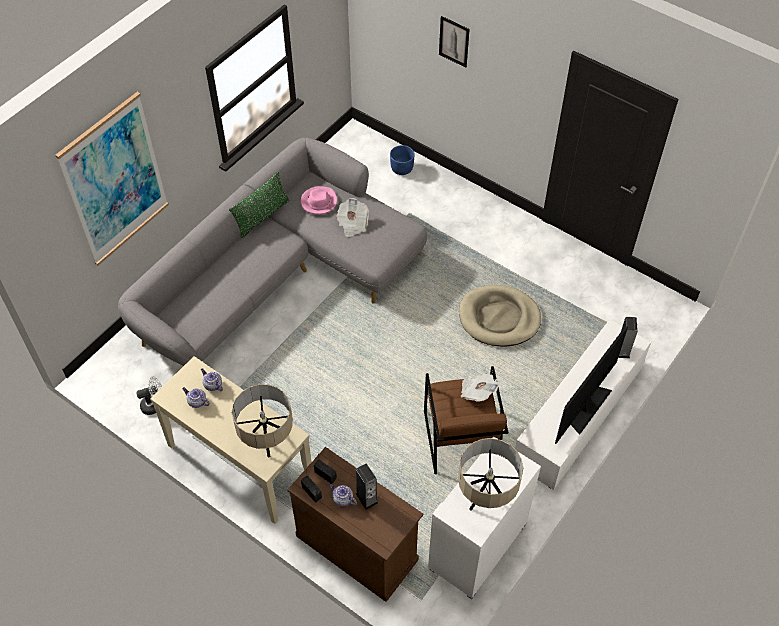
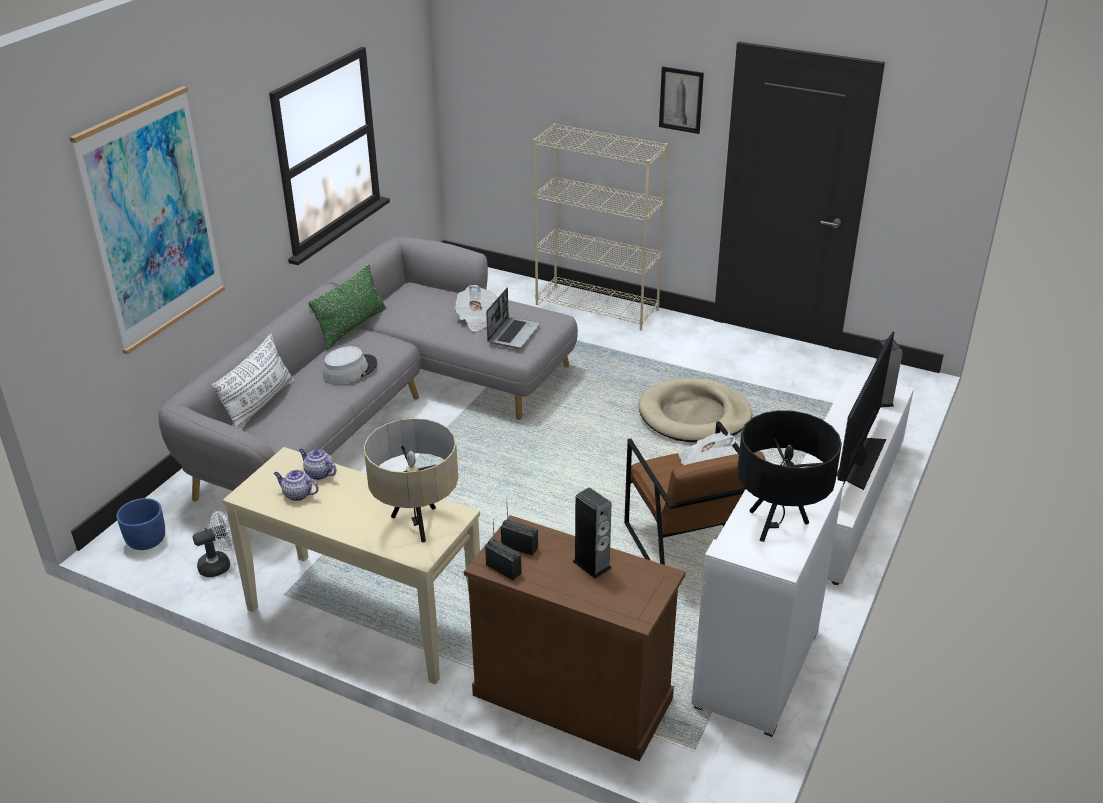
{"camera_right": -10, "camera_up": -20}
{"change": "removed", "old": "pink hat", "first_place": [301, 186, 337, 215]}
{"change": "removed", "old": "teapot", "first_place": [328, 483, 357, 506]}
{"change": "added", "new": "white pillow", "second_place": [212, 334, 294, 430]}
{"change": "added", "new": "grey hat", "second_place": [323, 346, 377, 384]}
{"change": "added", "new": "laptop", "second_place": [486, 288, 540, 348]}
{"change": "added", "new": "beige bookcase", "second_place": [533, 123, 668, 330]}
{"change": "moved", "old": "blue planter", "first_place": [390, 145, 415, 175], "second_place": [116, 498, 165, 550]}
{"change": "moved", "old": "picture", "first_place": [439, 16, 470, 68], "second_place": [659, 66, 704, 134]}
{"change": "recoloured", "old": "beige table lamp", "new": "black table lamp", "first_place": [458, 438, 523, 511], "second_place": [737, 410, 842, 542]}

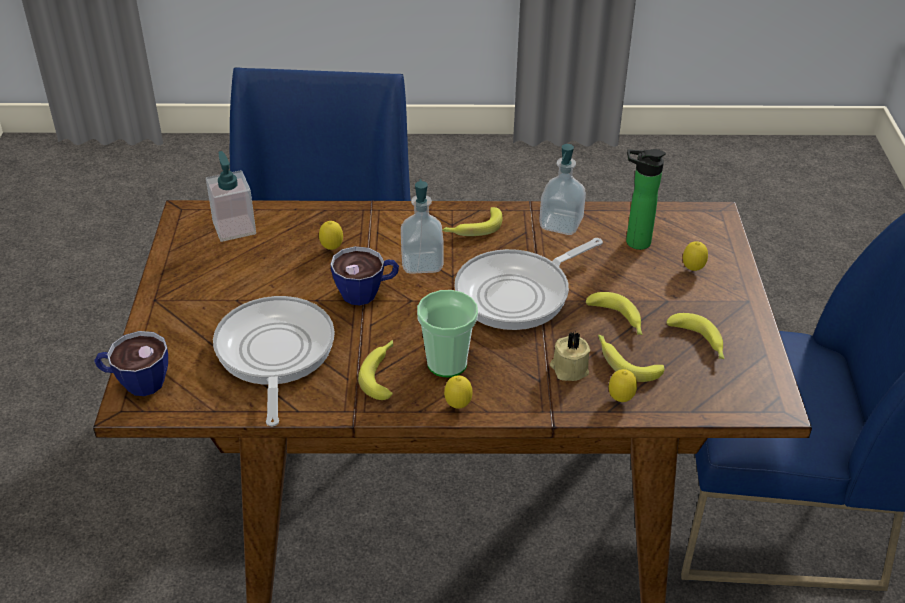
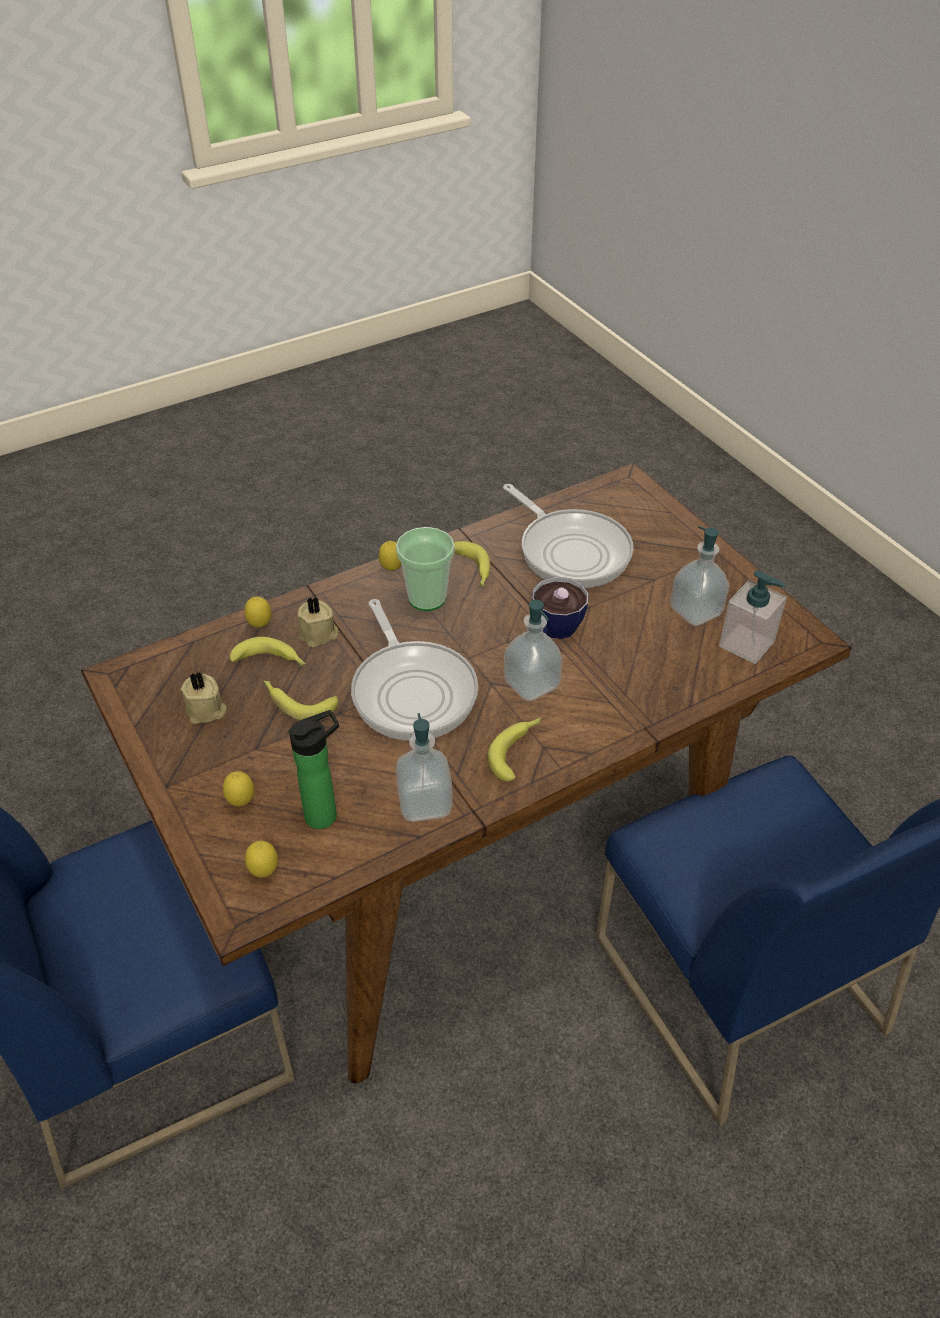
{"camera_right": 150, "camera_up": 5}
{"change": "removed", "old": "cup", "first_place": [94, 331, 168, 396]}
{"change": "added", "new": "soap dispenser", "second_place": [670, 526, 729, 626]}
{"change": "moved", "old": "lemon", "first_place": [319, 221, 343, 250], "second_place": [245, 841, 278, 878]}
{"change": "replaced", "old": "banana", "new": "beige candle", "first_place": [667, 313, 725, 359], "second_place": [181, 671, 227, 724]}
{"change": "turned", "old": "frying pan", "first_place": [454, 238, 603, 330], "second_place": [351, 599, 478, 741], "degrees": 135}

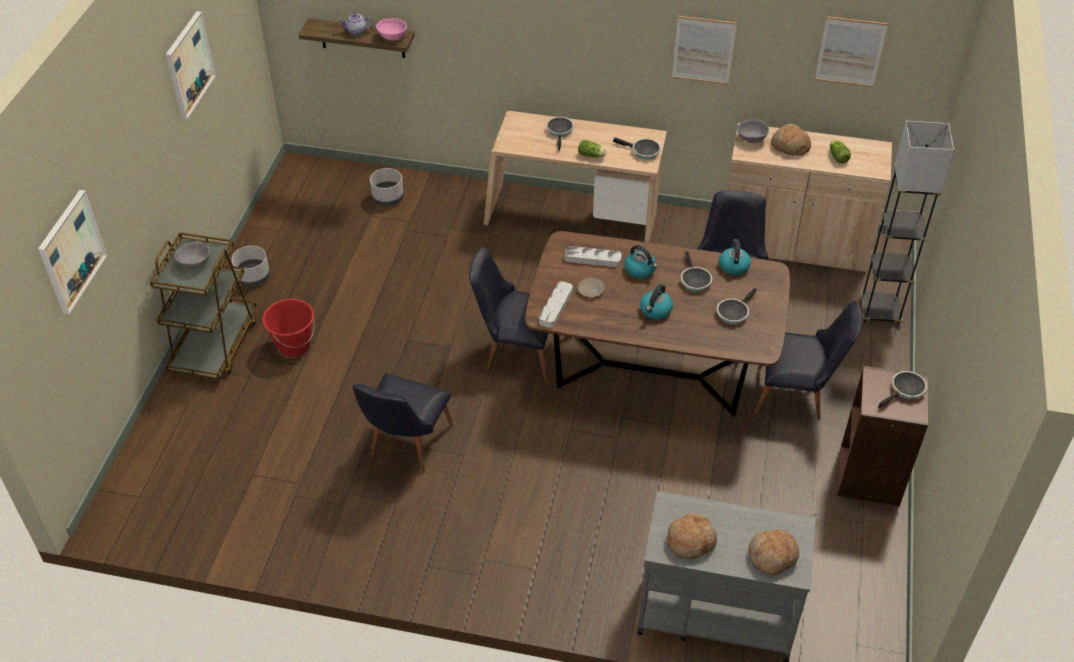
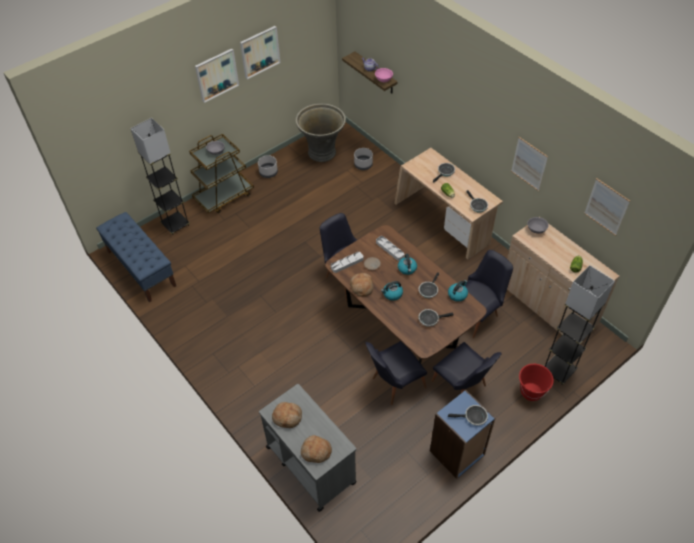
{"camera_right": 40, "camera_up": 5}
{"change": "added", "new": "blue bench", "second_place": [96, 212, 176, 302]}
{"change": "added", "new": "grey floor lamp", "second_place": [131, 118, 190, 235]}
{"change": "added", "new": "grey planter", "second_place": [296, 103, 346, 162]}
{"change": "moved", "old": "picture", "first_place": [38, 190, 107, 314], "second_place": [195, 49, 239, 103]}
{"change": "moved", "old": "red bucket", "first_place": [262, 299, 314, 357], "second_place": [519, 364, 554, 401]}
{"change": "moved", "old": "black chair", "first_place": [352, 373, 454, 473], "second_place": [366, 341, 427, 405]}
{"change": "moved", "old": "bread", "first_place": [771, 124, 811, 156], "second_place": [350, 273, 374, 297]}
{"change": "recoloured", "old": "brown bookcase", "new": "blue bookcase", "first_place": [838, 366, 928, 506], "second_place": [430, 390, 496, 479]}

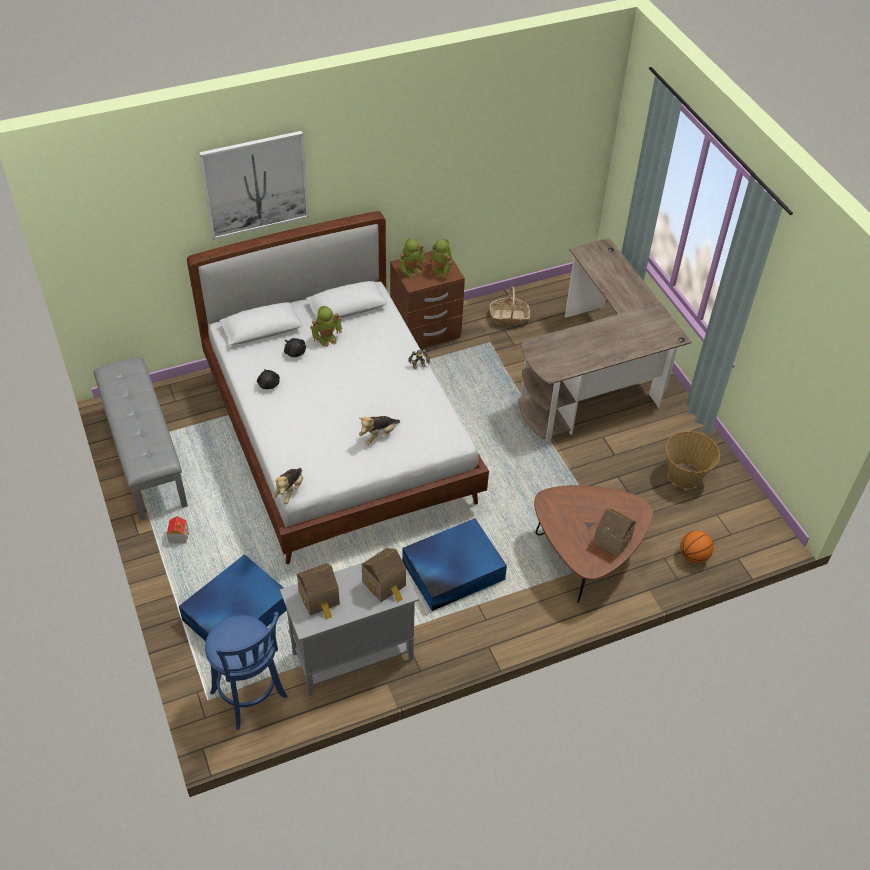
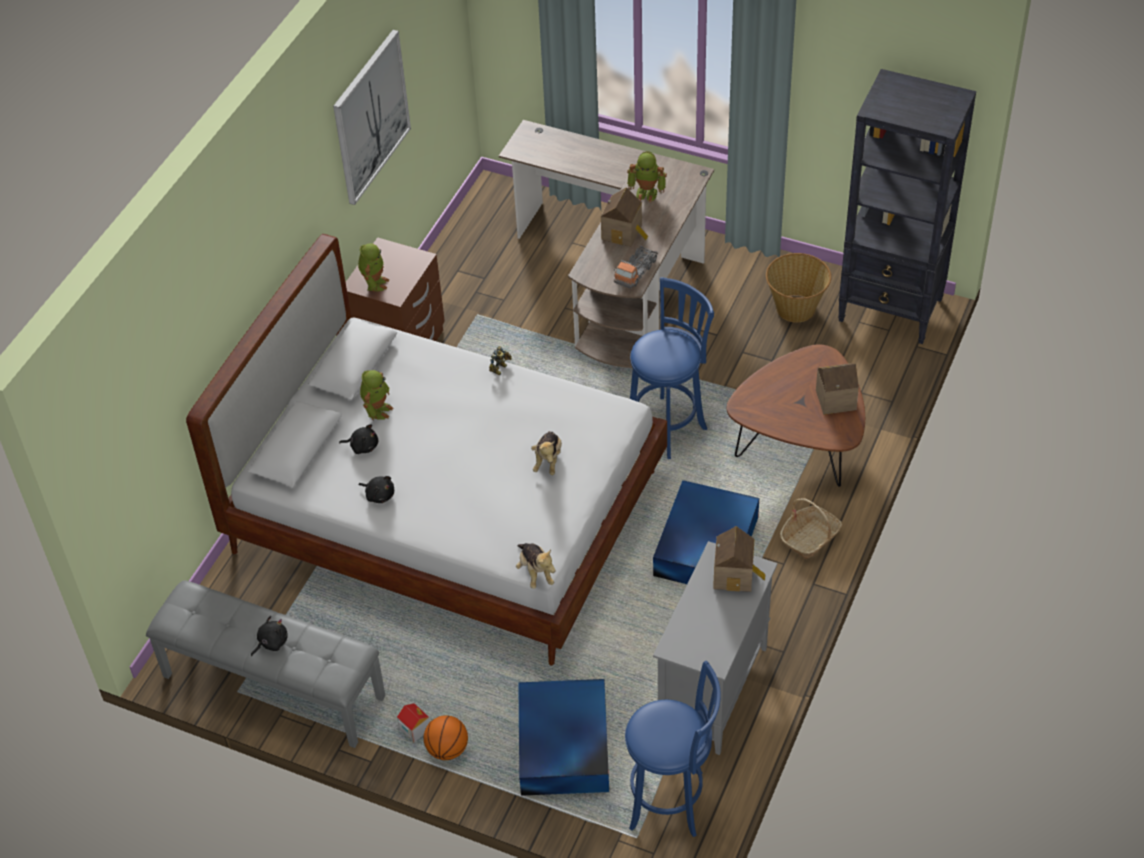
{"camera_right": -40, "camera_up": 0}
{"change": "added", "new": "black plush toy", "second_place": [251, 616, 287, 656]}
{"change": "added", "new": "toy truck", "second_place": [614, 246, 658, 289]}
{"change": "added", "new": "blue stool", "second_place": [630, 277, 714, 459]}
{"change": "added", "new": "black bookcase", "second_place": [838, 69, 976, 344]}
{"change": "moved", "old": "picture", "first_place": [199, 131, 309, 240], "second_place": [333, 30, 411, 205]}
{"change": "moved", "old": "toy house", "first_place": [297, 563, 340, 620], "second_place": [601, 187, 648, 247]}
{"change": "moved", "old": "toy robot", "first_place": [430, 239, 452, 278], "second_place": [627, 151, 667, 202]}
{"change": "moved", "old": "basket", "first_place": [490, 287, 530, 325], "second_place": [780, 498, 842, 559]}
{"change": "moved", "old": "basketball", "first_place": [680, 530, 714, 563], "second_place": [424, 715, 468, 760]}

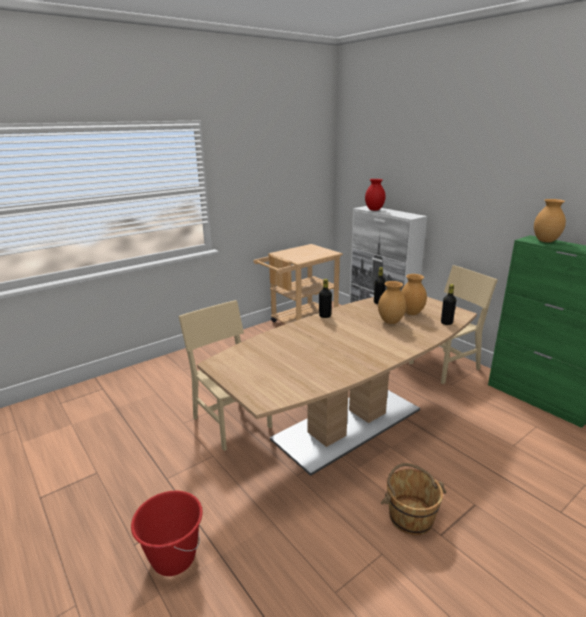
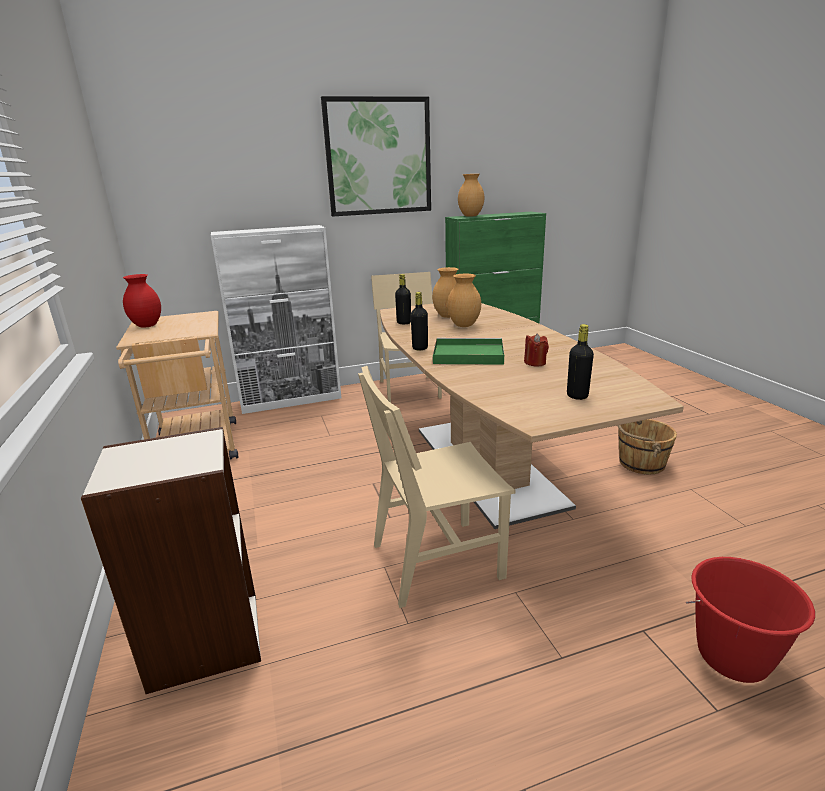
{"camera_right": -70, "camera_up": 0}
{"change": "added", "new": "bookcase", "second_place": [81, 427, 261, 694]}
{"change": "added", "new": "picture", "second_place": [321, 96, 431, 216]}
{"change": "added", "new": "green tray", "second_place": [433, 338, 504, 365]}
{"change": "added", "new": "red candle", "second_place": [524, 333, 549, 366]}
{"change": "moved", "old": "red vase", "first_place": [365, 179, 386, 211], "second_place": [123, 274, 161, 328]}
{"change": "moved", "old": "black bottle", "first_place": [441, 284, 456, 325], "second_place": [567, 324, 594, 400]}

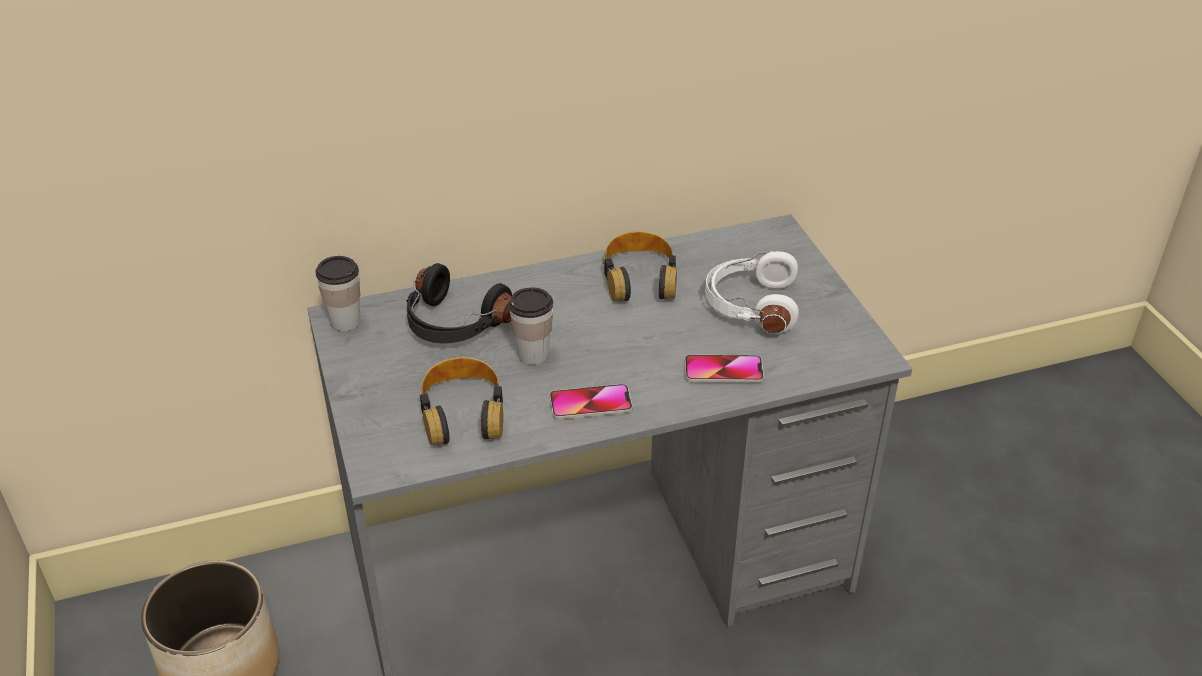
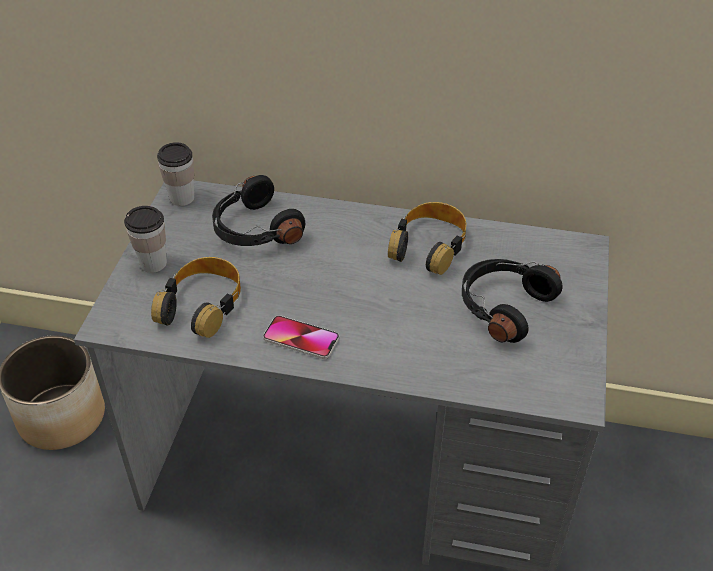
{"camera_right": 30, "camera_up": 5}
{"change": "removed", "old": "phone", "first_place": [685, 355, 764, 383]}
{"change": "moved", "old": "cup", "first_place": [509, 287, 553, 365], "second_place": [124, 206, 167, 273]}
{"change": "recoloured", "old": "white headphones", "new": "black headphones", "first_place": [705, 251, 799, 334], "second_place": [462, 259, 563, 343]}

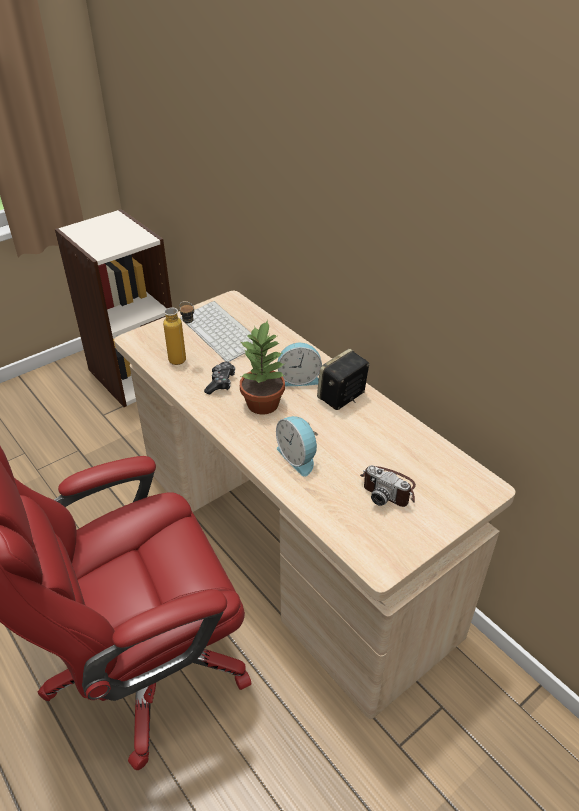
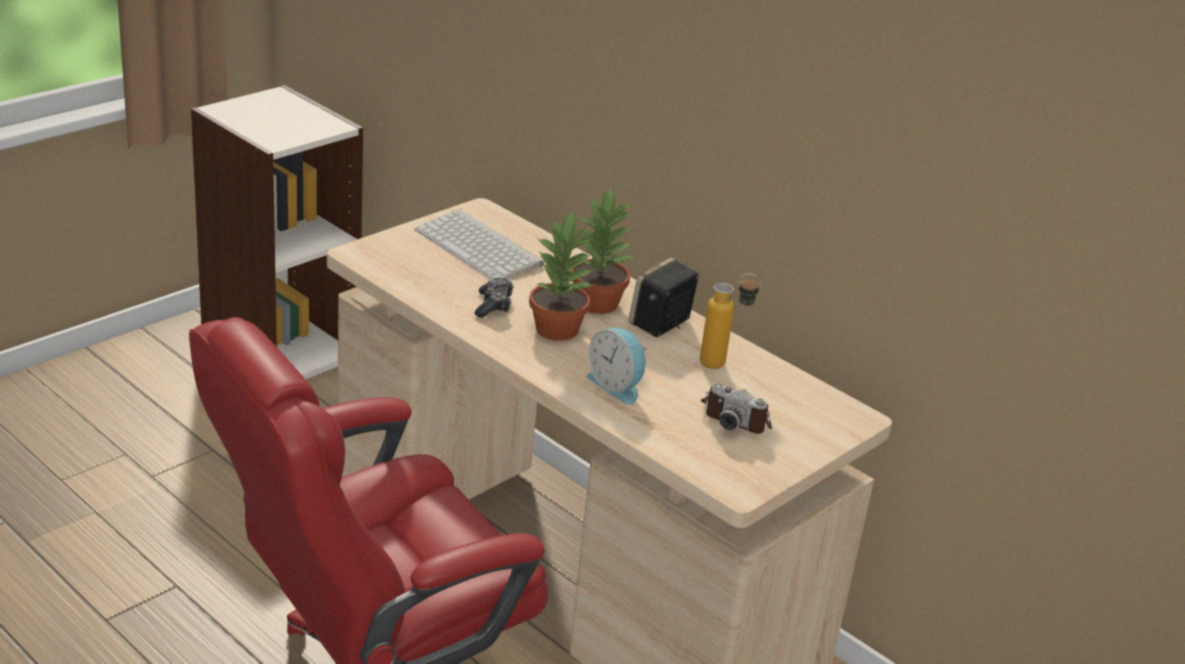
{"camera_right": -10, "camera_up": -10}
{"change": "moved", "old": "bottle", "first_place": [163, 301, 195, 365], "second_place": [700, 273, 761, 369]}
{"change": "replaced", "old": "alarm clock", "new": "potted plant", "first_place": [278, 343, 322, 386], "second_place": [572, 187, 633, 314]}

